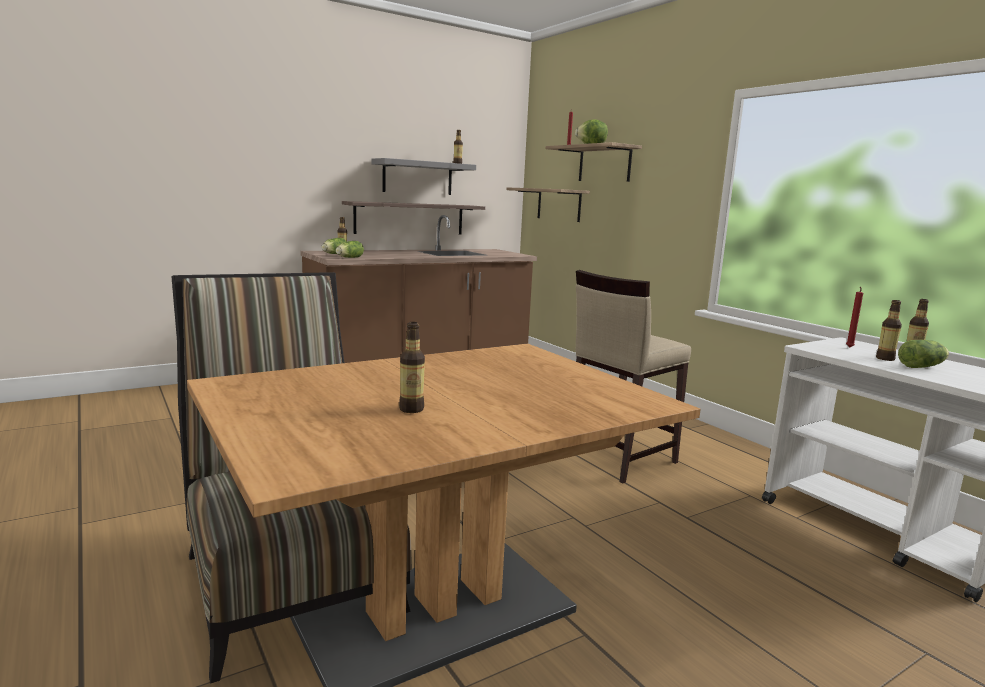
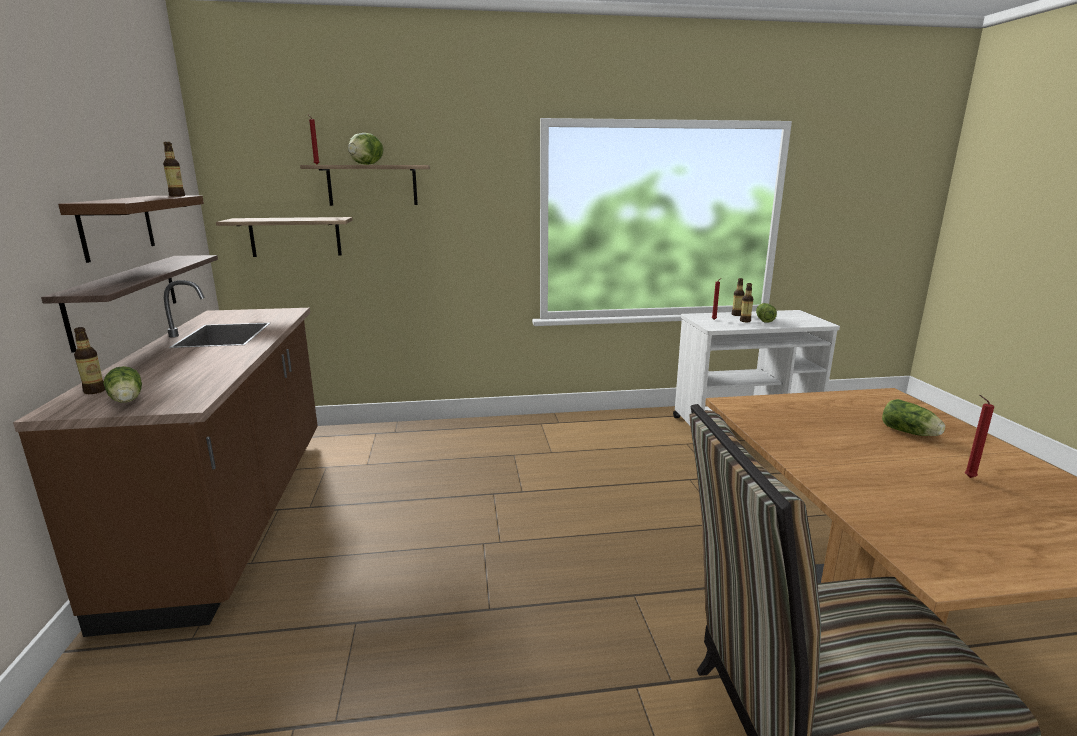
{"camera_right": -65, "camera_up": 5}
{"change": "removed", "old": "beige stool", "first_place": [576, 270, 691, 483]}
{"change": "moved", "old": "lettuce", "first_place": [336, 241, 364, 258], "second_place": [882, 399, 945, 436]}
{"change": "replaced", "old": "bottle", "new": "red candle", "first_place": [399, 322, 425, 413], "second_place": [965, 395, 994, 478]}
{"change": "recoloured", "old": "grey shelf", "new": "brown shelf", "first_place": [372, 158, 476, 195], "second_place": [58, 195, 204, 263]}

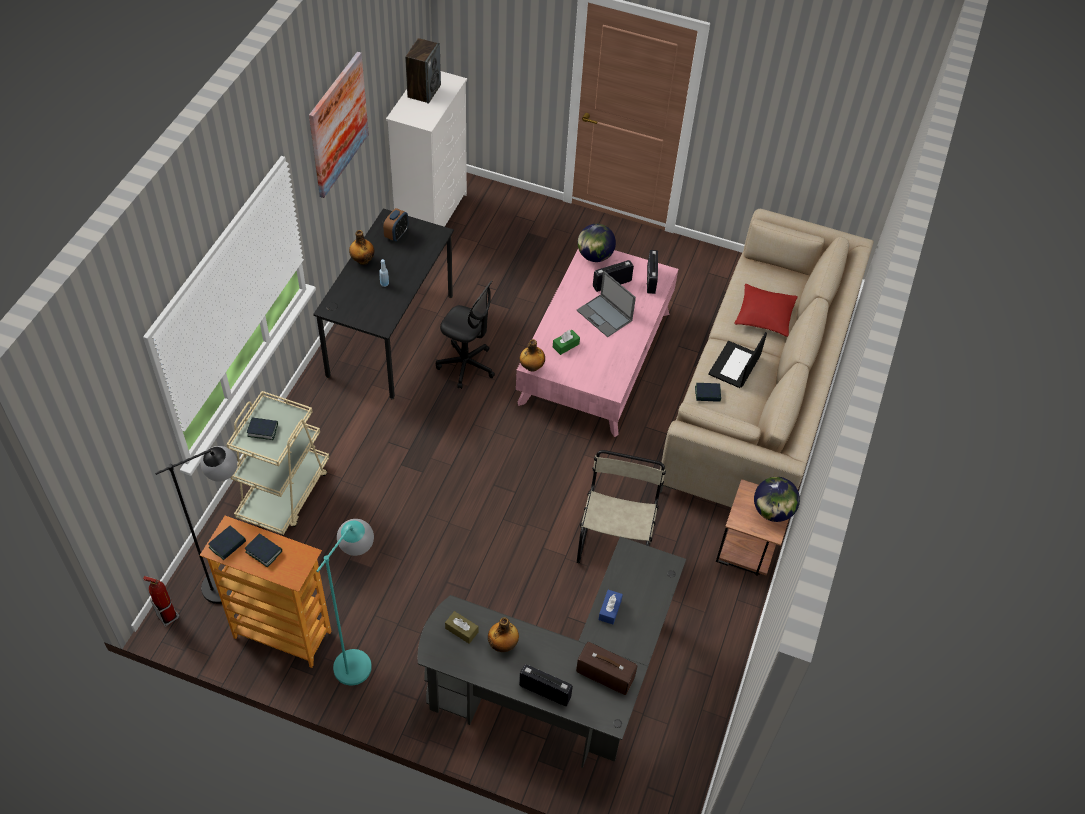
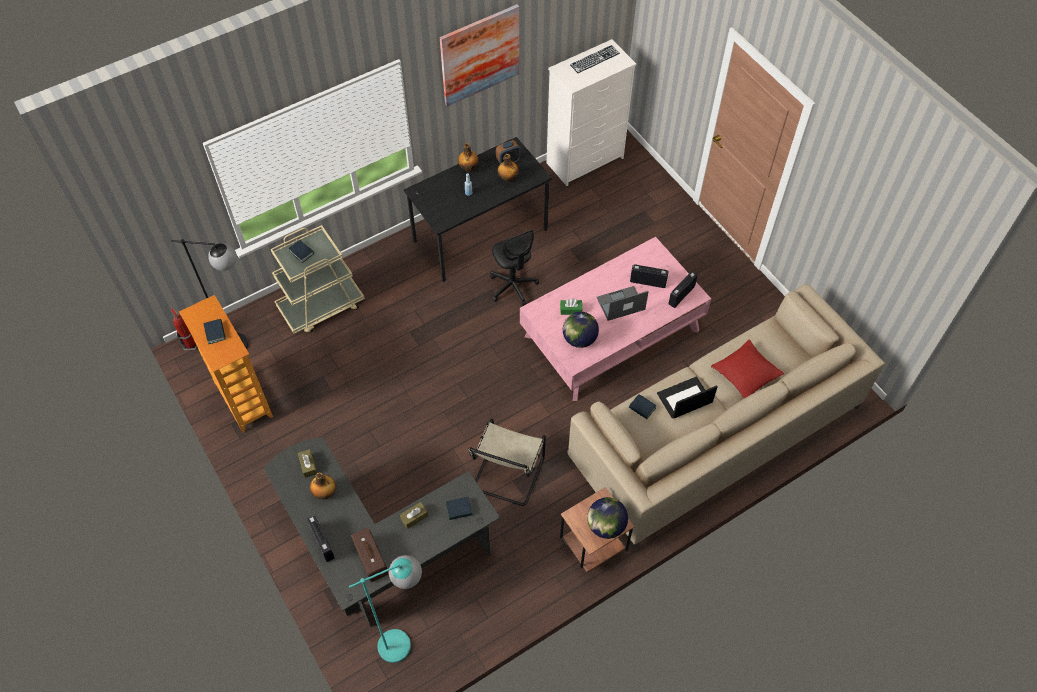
{"camera_right": 40, "camera_up": 5}
{"change": "moved", "old": "book", "first_place": [209, 526, 246, 560], "second_place": [446, 497, 473, 520]}
{"change": "moved", "old": "turquoise floor lamp", "first_place": [317, 519, 374, 685], "second_place": [349, 555, 422, 663]}
{"change": "moved", "old": "bottle", "first_place": [520, 339, 545, 372], "second_place": [498, 154, 519, 182]}
{"change": "moved", "old": "globe", "first_place": [578, 224, 616, 262], "second_place": [563, 312, 599, 348]}
{"change": "replaced", "old": "speaker", "new": "keyboard", "first_place": [405, 38, 441, 104], "second_place": [570, 45, 620, 73]}
{"change": "recoloured", "old": "blue tissue box", "new": "brown tissue box", "first_place": [598, 590, 623, 624], "second_place": [400, 502, 428, 529]}
{"change": "turned", "old": "beige chair", "first_place": [576, 450, 666, 563], "second_place": [468, 419, 546, 506], "degrees": 150}
{"change": "turned", "old": "laptop", "first_place": [577, 271, 636, 337], "second_place": [596, 286, 649, 321], "degrees": 75}

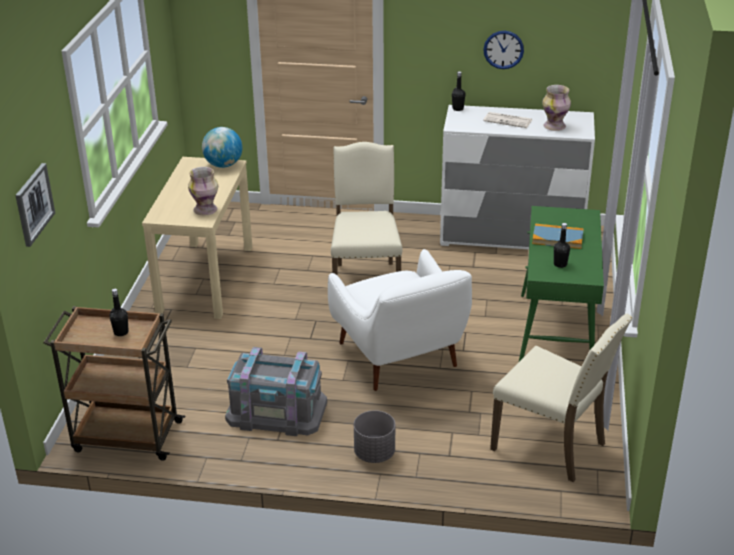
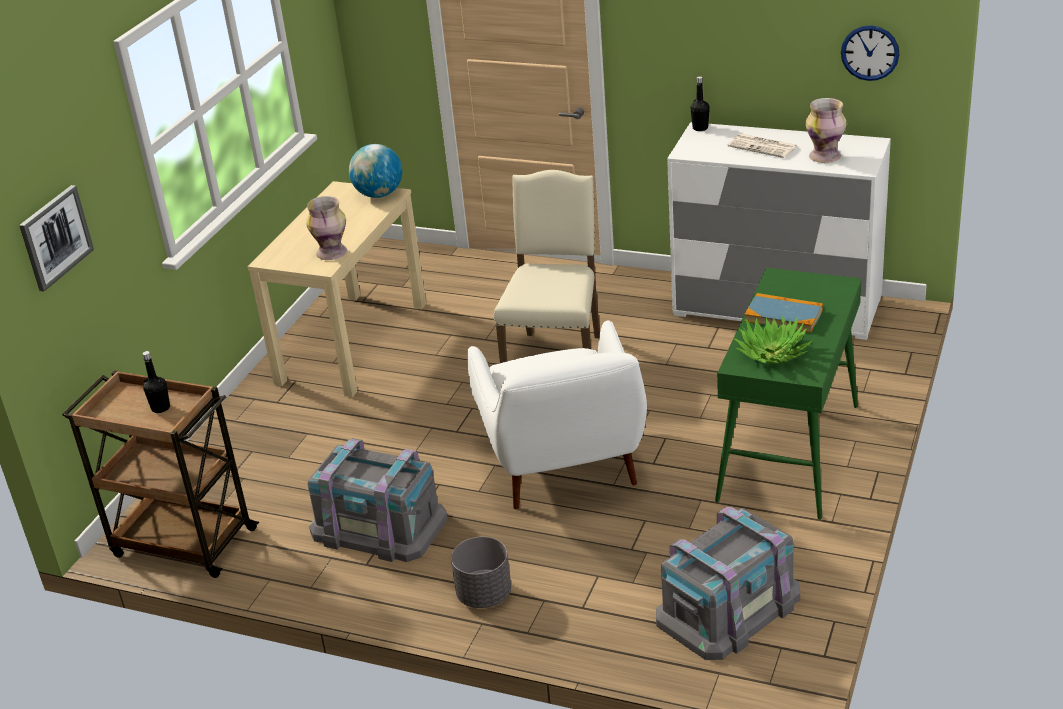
{"camera_right": 15, "camera_up": 0}
{"change": "moved", "old": "wall clock", "first_place": [483, 31, 524, 69], "second_place": [841, 25, 900, 81]}
{"change": "replaced", "old": "beige chair", "new": "grey storage box", "first_place": [490, 313, 633, 482], "second_place": [656, 506, 800, 660]}
{"change": "replaced", "old": "black bottle", "new": "potted plant", "first_place": [554, 223, 570, 268], "second_place": [733, 316, 812, 364]}

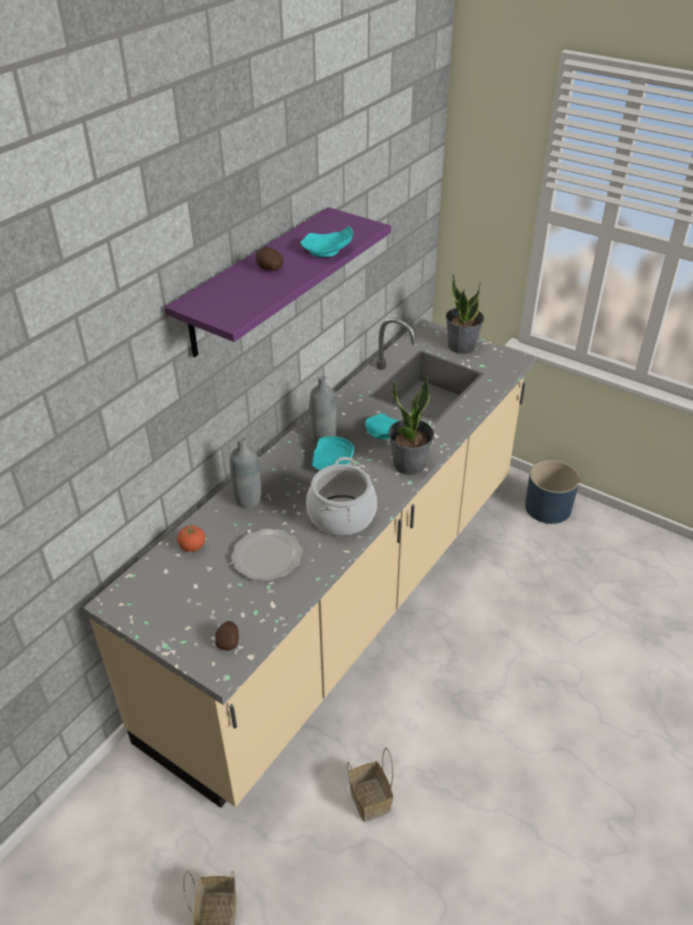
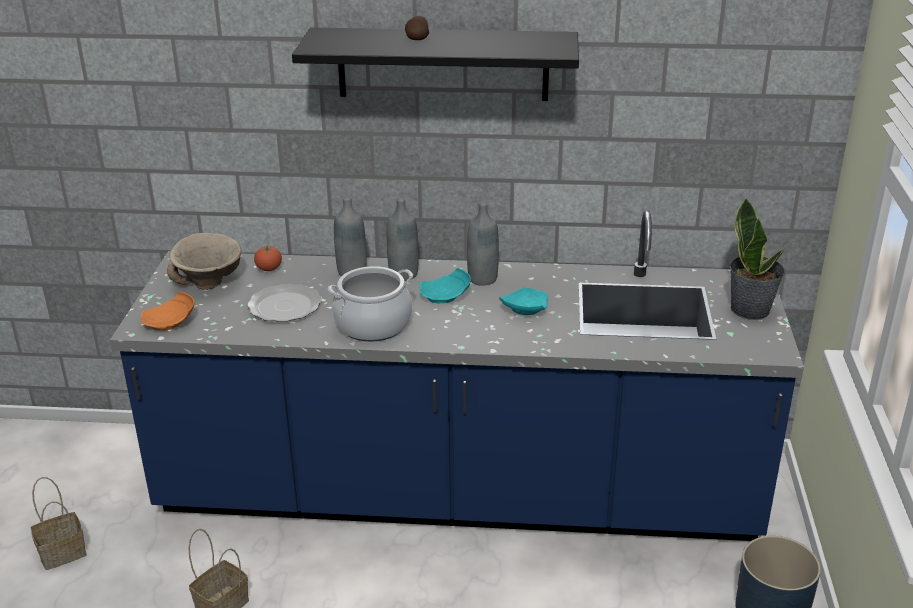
{"camera_right": 60, "camera_up": -10}
{"change": "removed", "old": "turquoise plate", "first_place": [300, 226, 353, 257]}
{"change": "removed", "old": "potted plant", "first_place": [388, 375, 434, 475]}
{"change": "added", "new": "beige bowl", "second_place": [167, 233, 242, 290]}
{"change": "added", "new": "grey bottle", "second_place": [387, 198, 419, 281]}
{"change": "replaced", "old": "potato", "new": "orange plate", "first_place": [215, 621, 239, 651], "second_place": [141, 292, 194, 331]}
{"change": "recoloured", "old": "beige counter", "new": "blue counter", "first_place": [83, 318, 536, 808], "second_place": [110, 210, 804, 541]}
{"change": "recoloured", "old": "purple shelf", "new": "black shelf", "first_place": [165, 207, 391, 357], "second_place": [292, 27, 579, 101]}

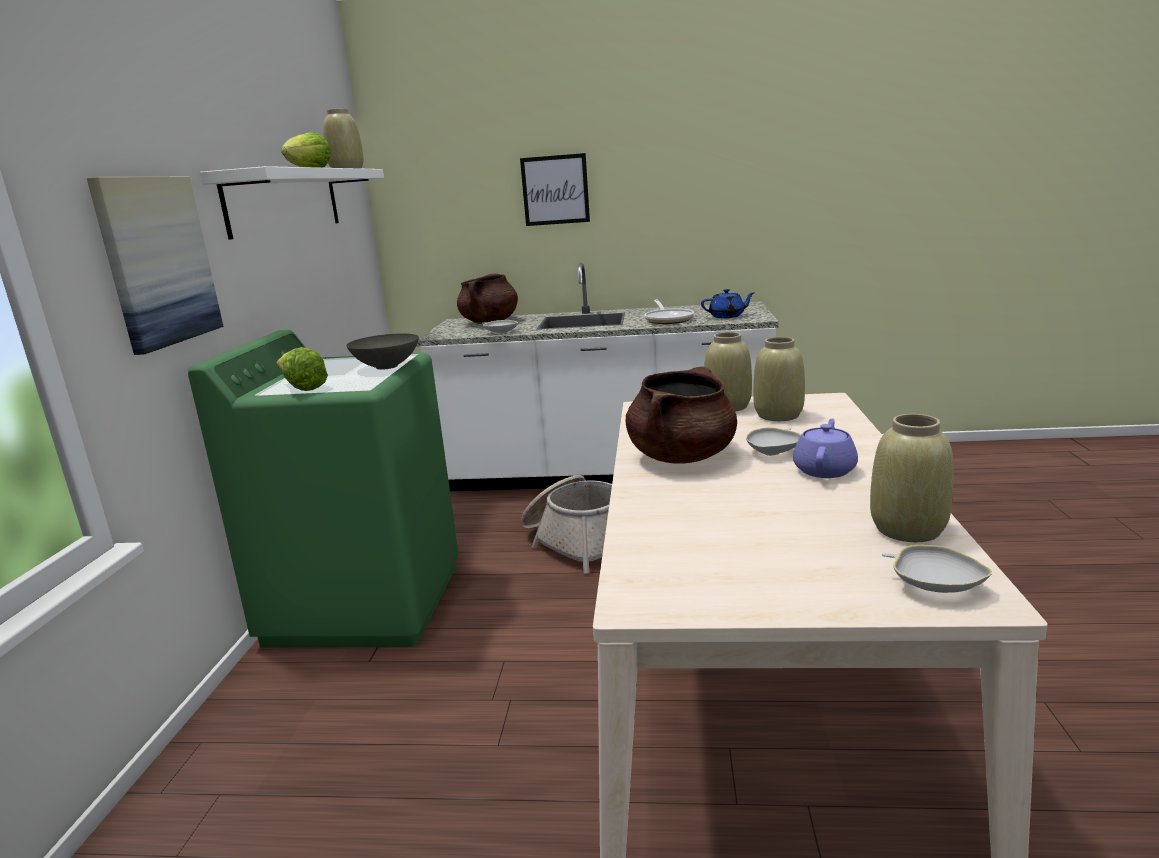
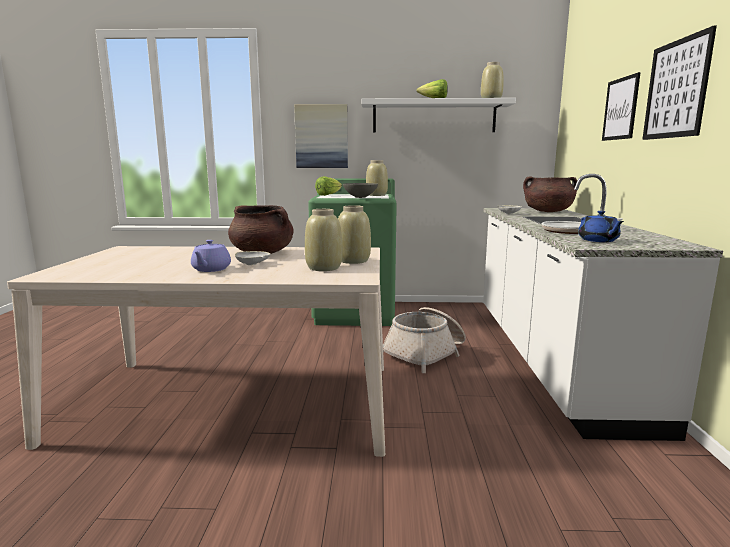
{"camera_right": 85, "camera_up": -5}
{"change": "removed", "old": "white bowl", "first_place": [882, 545, 992, 593]}
{"change": "added", "new": "picture", "second_place": [642, 25, 717, 140]}
{"change": "moved", "old": "beige vase", "first_place": [870, 414, 954, 542], "second_place": [366, 160, 388, 196]}
{"change": "turned", "old": "purple teapot", "first_place": [793, 419, 858, 478], "second_place": [191, 240, 231, 272], "degrees": 75}

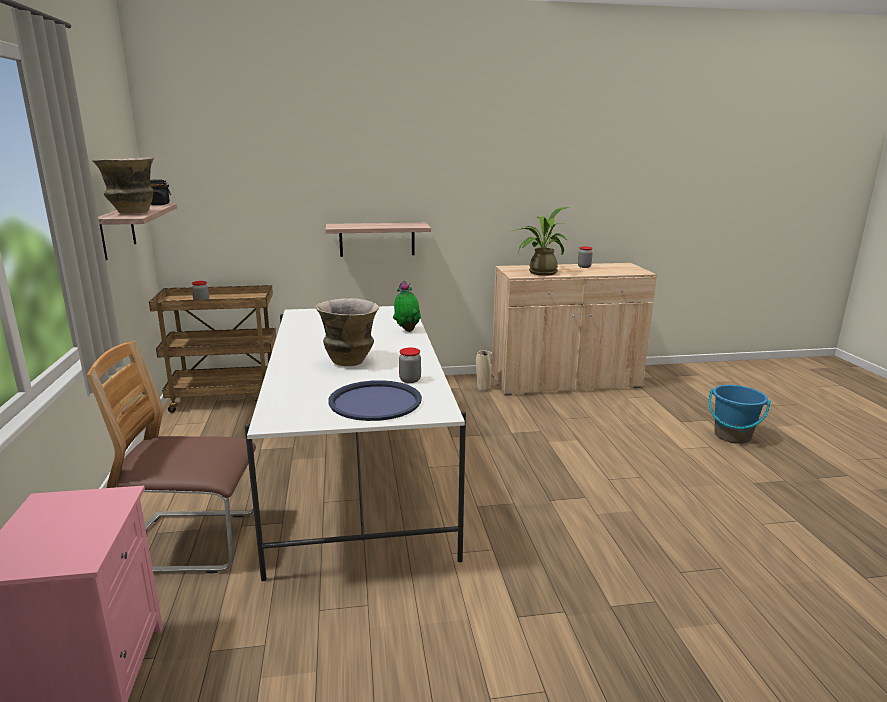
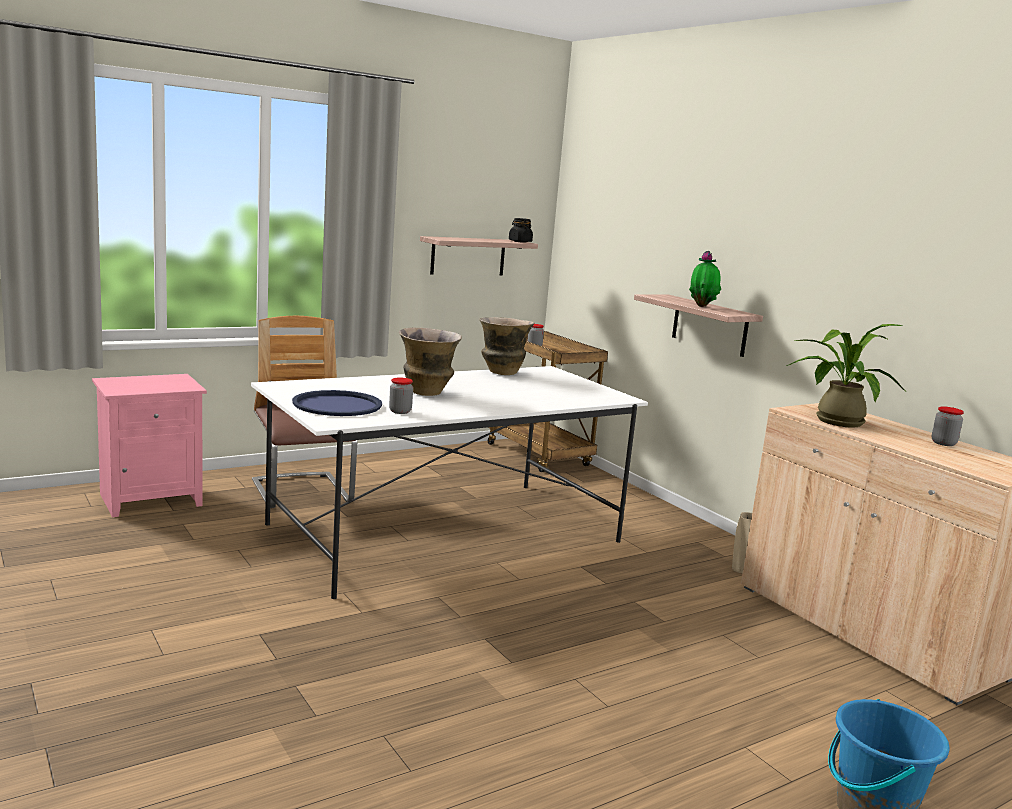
{"camera_right": 65, "camera_up": -5}
{"change": "moved", "old": "vase", "first_place": [92, 157, 154, 214], "second_place": [479, 317, 535, 375]}
{"change": "moved", "old": "potted plant", "first_place": [393, 281, 421, 332], "second_place": [689, 251, 721, 307]}

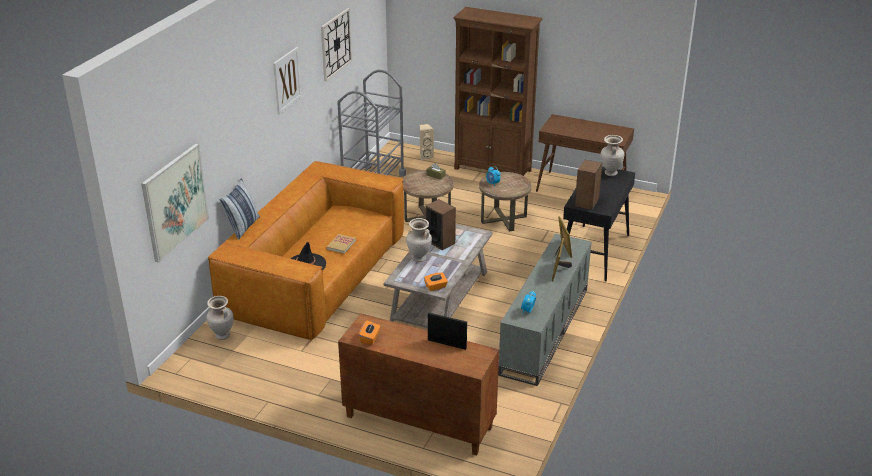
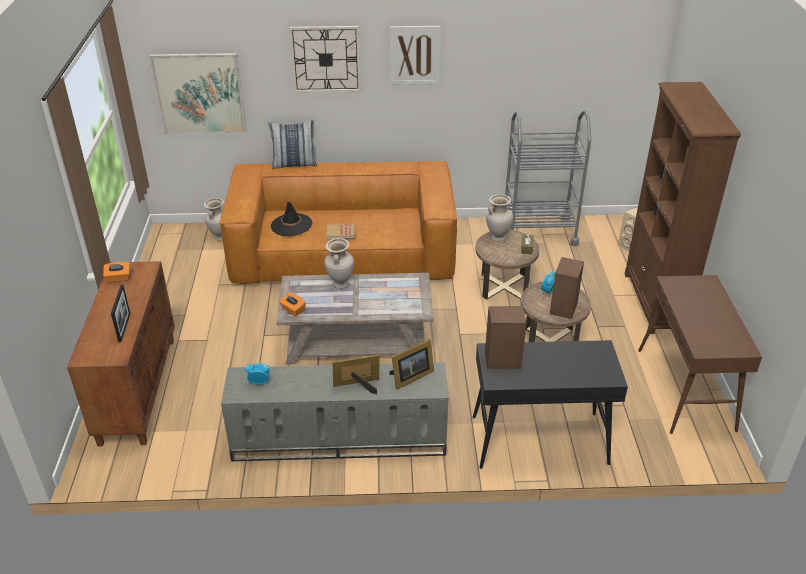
{"camera_right": 65, "camera_up": 5}
{"change": "moved", "old": "wall clock", "first_place": [321, 8, 352, 81], "second_place": [289, 26, 361, 93]}
{"change": "moved", "old": "speaker", "first_place": [425, 199, 456, 250], "second_place": [550, 257, 584, 319]}
{"change": "moved", "old": "beige vase", "first_place": [600, 135, 624, 176], "second_place": [486, 194, 513, 242]}

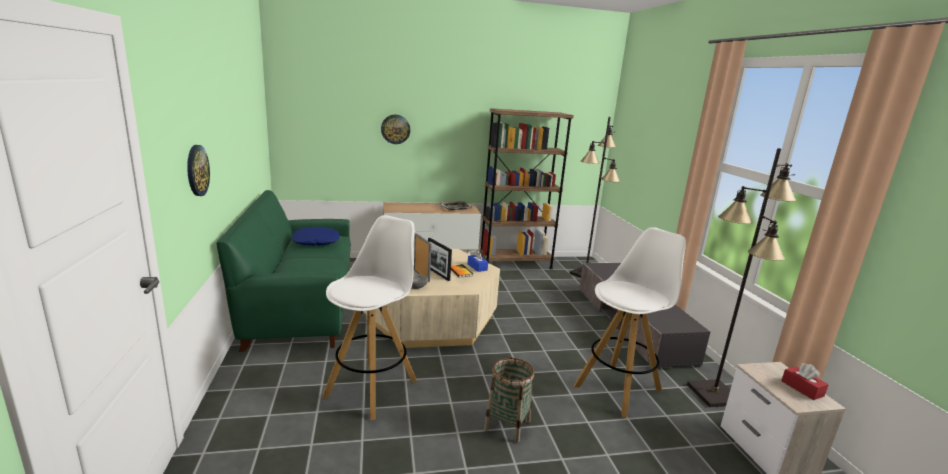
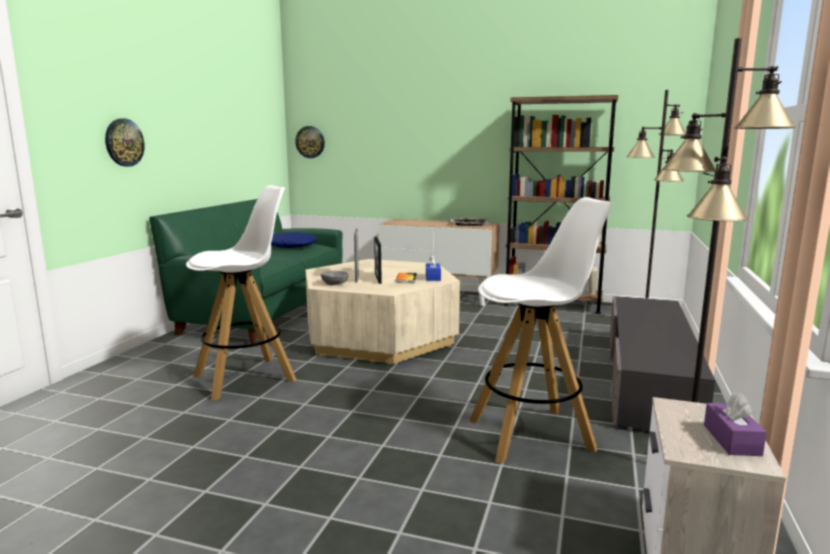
{"camera_right": 30, "camera_up": -5}
{"change": "removed", "old": "basket", "first_place": [484, 358, 534, 443]}
{"change": "moved", "old": "wall clock", "first_place": [381, 115, 410, 144], "second_place": [295, 126, 325, 158]}
{"change": "recoloured", "old": "red tissue box", "new": "purple tissue box", "first_place": [781, 363, 828, 400], "second_place": [704, 392, 767, 456]}

